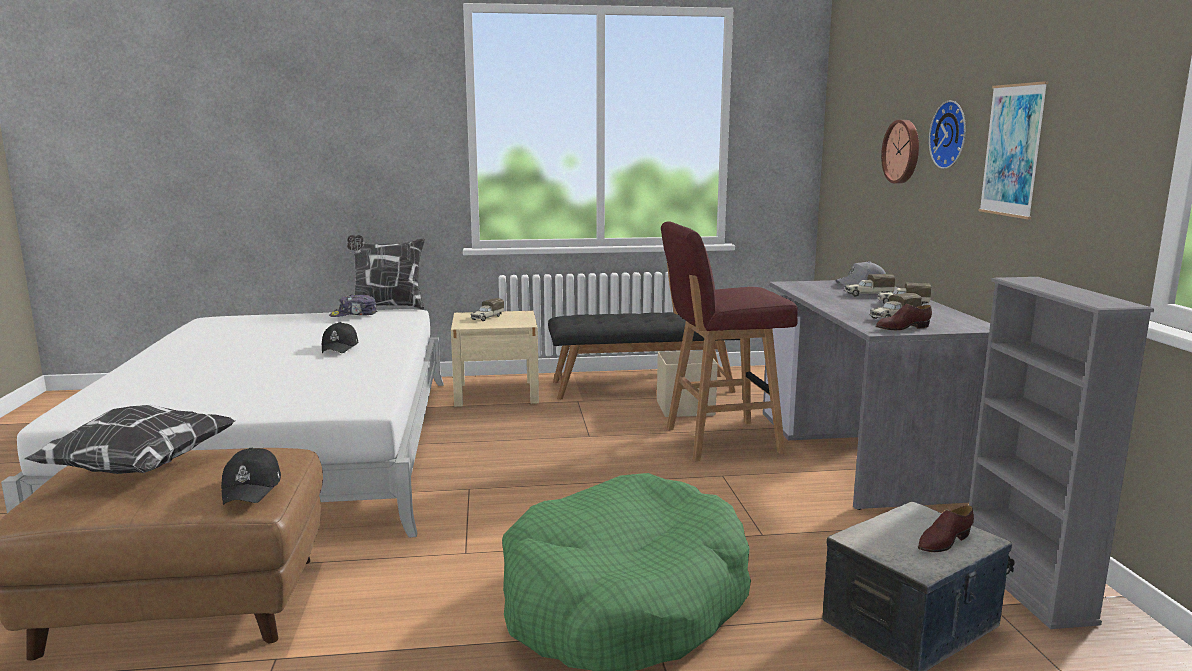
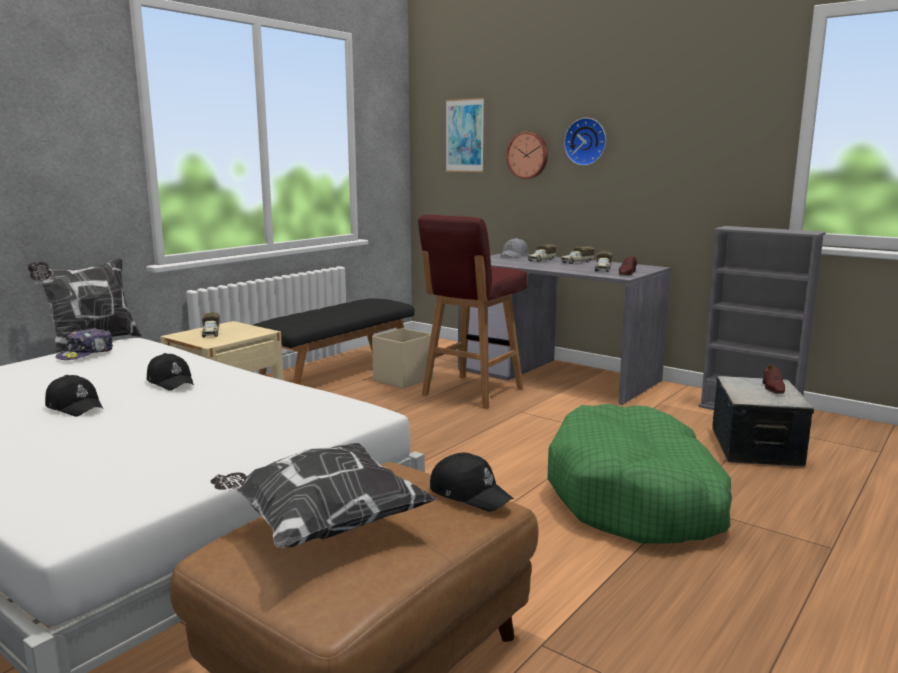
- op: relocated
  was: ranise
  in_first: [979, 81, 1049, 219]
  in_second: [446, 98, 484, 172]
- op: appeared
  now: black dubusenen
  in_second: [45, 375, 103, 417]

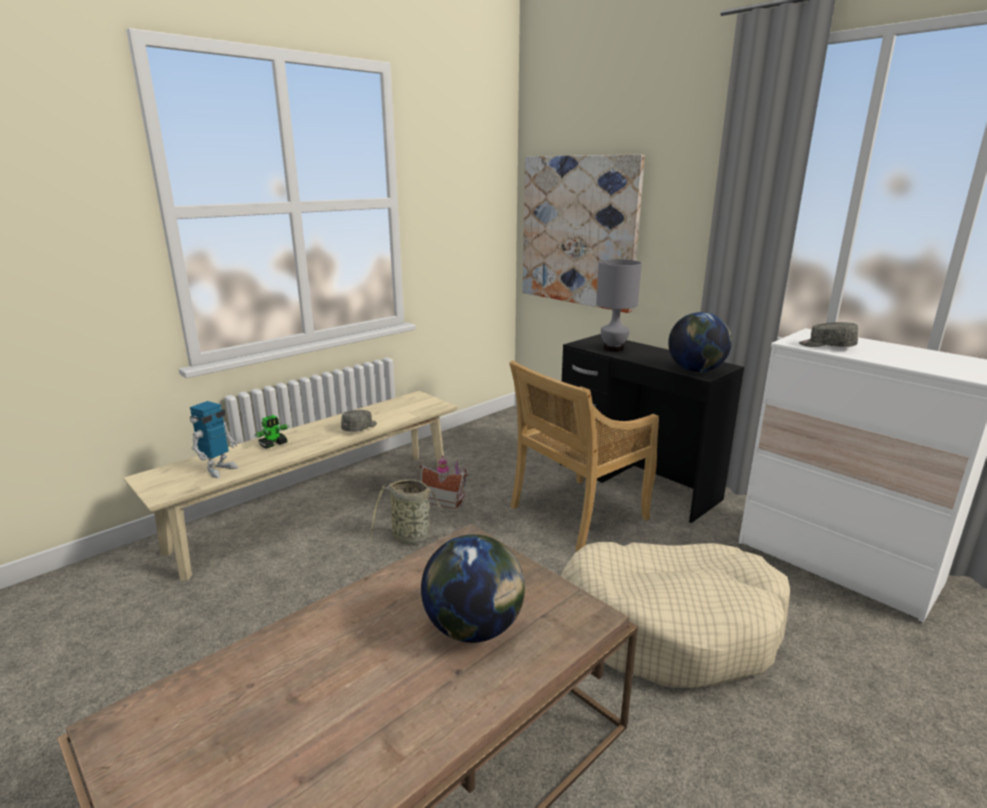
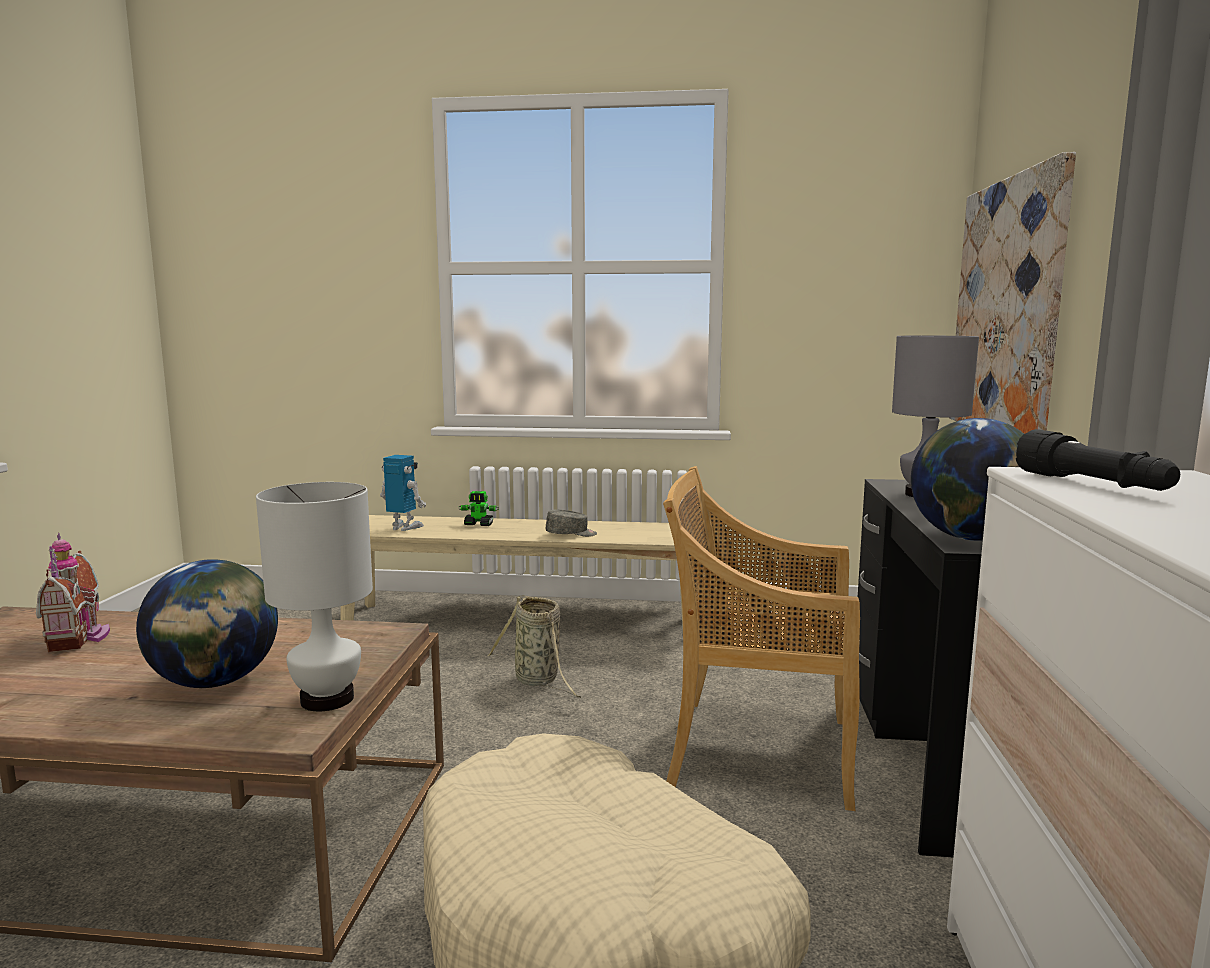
- op: exchanged
  was: grey dubusenen
  now: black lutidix
  in_first: [799, 322, 858, 347]
  in_second: [1016, 429, 1180, 491]
- op: spun
  was: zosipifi
  in_first: [190, 401, 239, 478]
  in_second: [380, 455, 426, 531]
  clockwise: -150
- op: relocated
  was: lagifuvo
  in_first: [419, 455, 468, 509]
  in_second: [36, 533, 110, 653]
- op: appeared
  now: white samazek
  in_second: [256, 482, 373, 711]

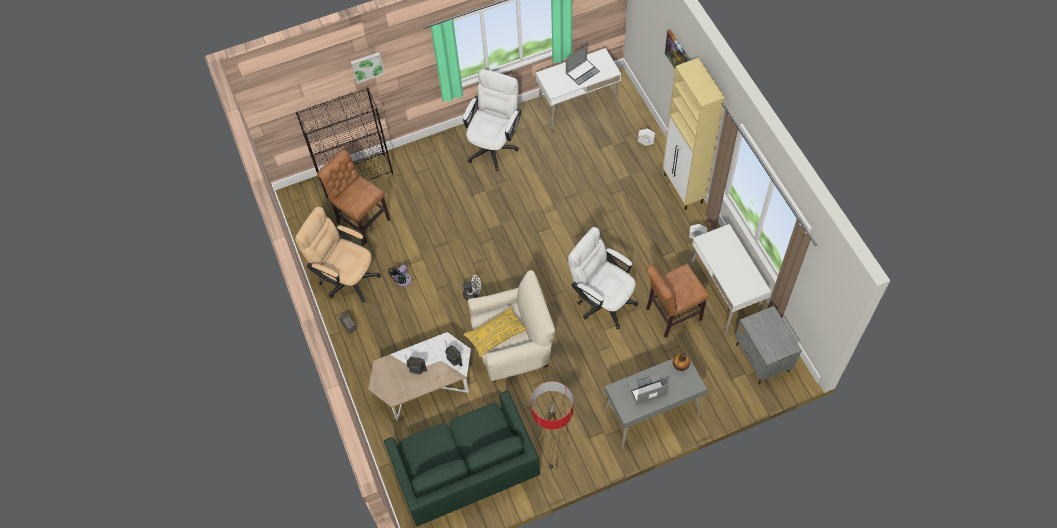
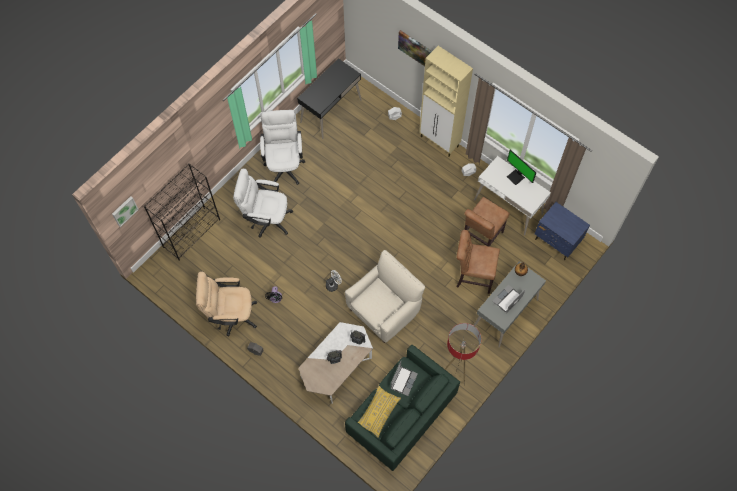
- op: relocated
  was: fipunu
  in_first: [566, 46, 600, 85]
  in_second: [390, 360, 418, 396]
- op: colour
  was: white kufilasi
  now: black kufilasi
  in_first: [536, 48, 621, 134]
  in_second: [297, 58, 362, 139]
- op: relocated
  was: ranise
  in_first: [351, 52, 385, 84]
  in_second: [112, 196, 139, 227]
- op: relocated
  was: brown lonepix
  in_first: [317, 150, 390, 244]
  in_second: [457, 230, 500, 294]
- op: relocated
  was: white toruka
  in_first: [568, 227, 638, 329]
  in_second: [233, 168, 293, 238]
- op: relocated
  was: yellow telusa
  in_first: [464, 306, 527, 357]
  in_second: [358, 386, 401, 438]
- op: colour
  was: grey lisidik
  now: blue lisidik
  in_first: [735, 306, 802, 385]
  in_second: [535, 202, 590, 260]
- op: appeared
  now: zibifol
  in_second: [507, 150, 536, 185]

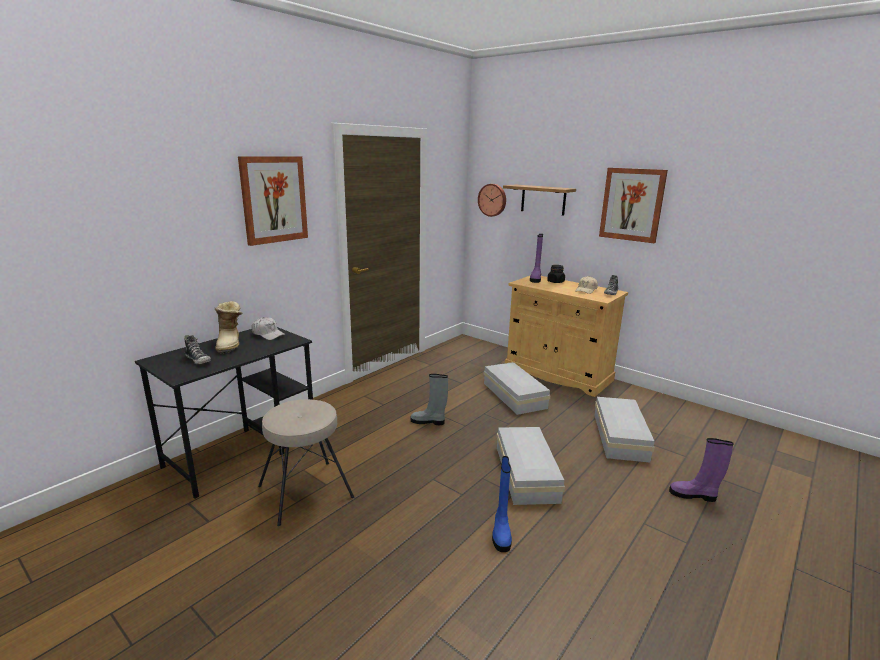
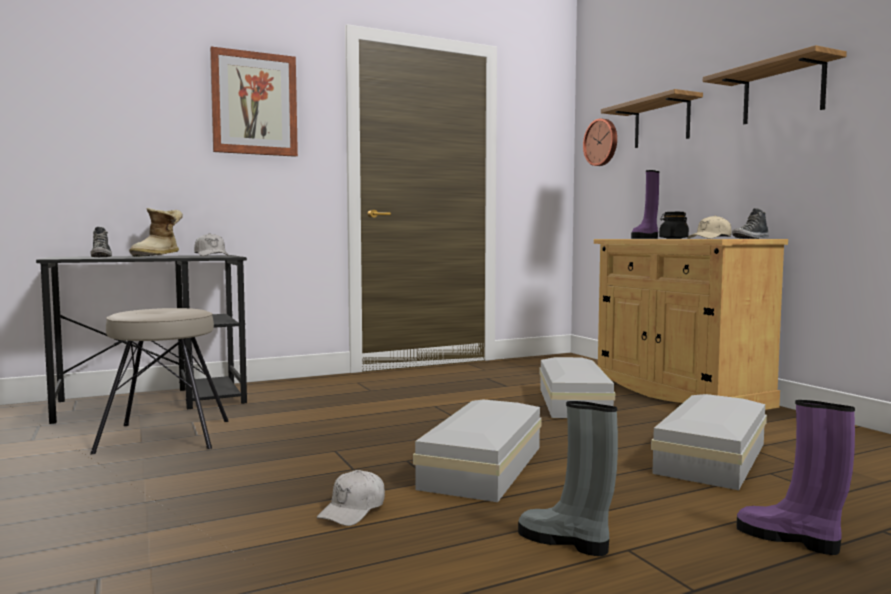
- op: exchanged
  was: ranise
  now: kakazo
  in_first: [599, 168, 668, 243]
  in_second: [703, 45, 847, 124]
- op: relocated
  was: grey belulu
  in_first: [411, 374, 448, 425]
  in_second: [518, 401, 618, 556]
- op: exchanged
  was: blue belulu
  now: white dubusenen
  in_first: [492, 456, 512, 552]
  in_second: [317, 470, 385, 526]

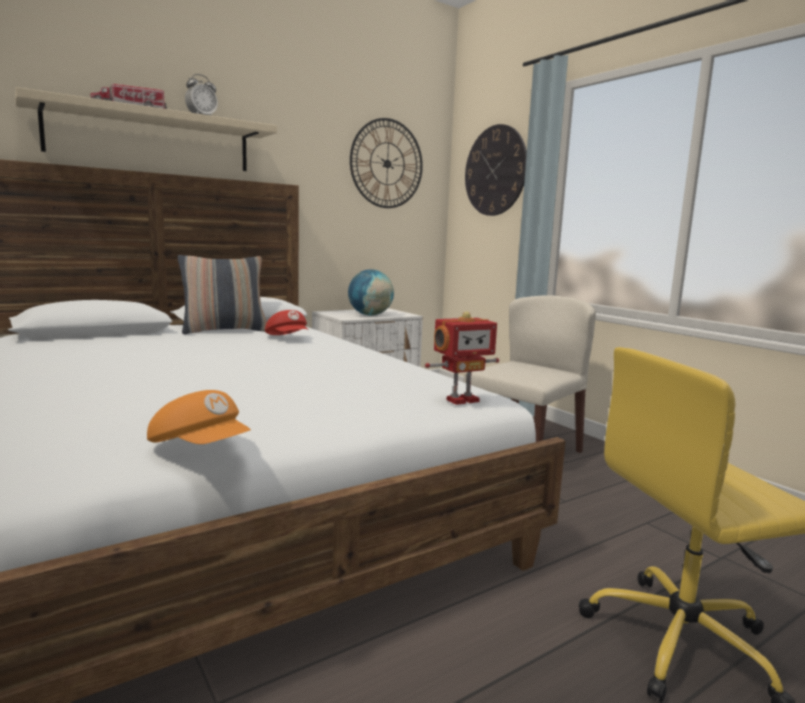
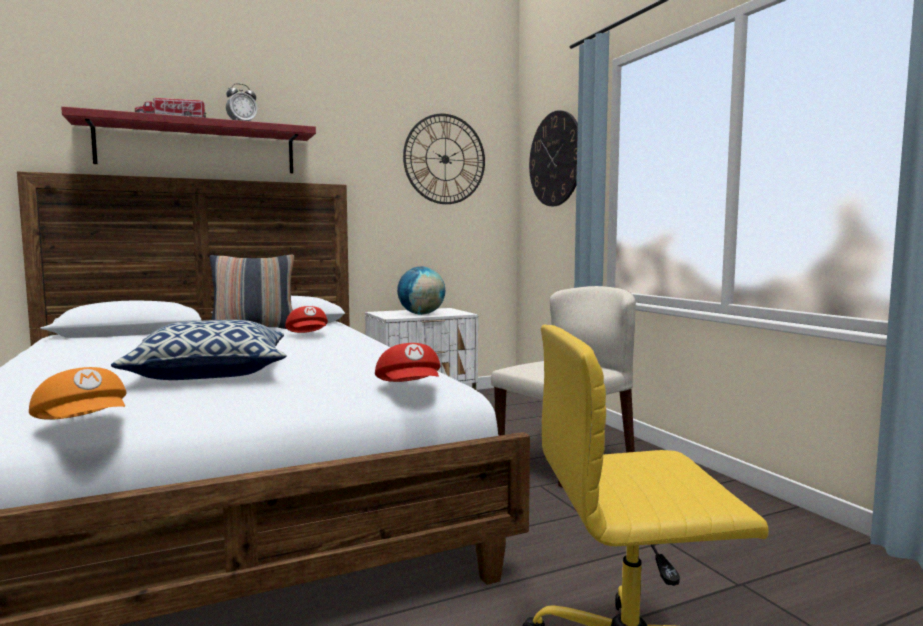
- op: colour
  was: beige kakazo
  now: red kakazo
  in_first: [15, 87, 277, 171]
  in_second: [61, 106, 316, 173]
- op: exchanged
  was: zosipifi
  now: red dubusenen
  in_first: [425, 312, 499, 405]
  in_second: [375, 343, 441, 382]
- op: appeared
  now: telusa
  in_second: [111, 320, 287, 380]

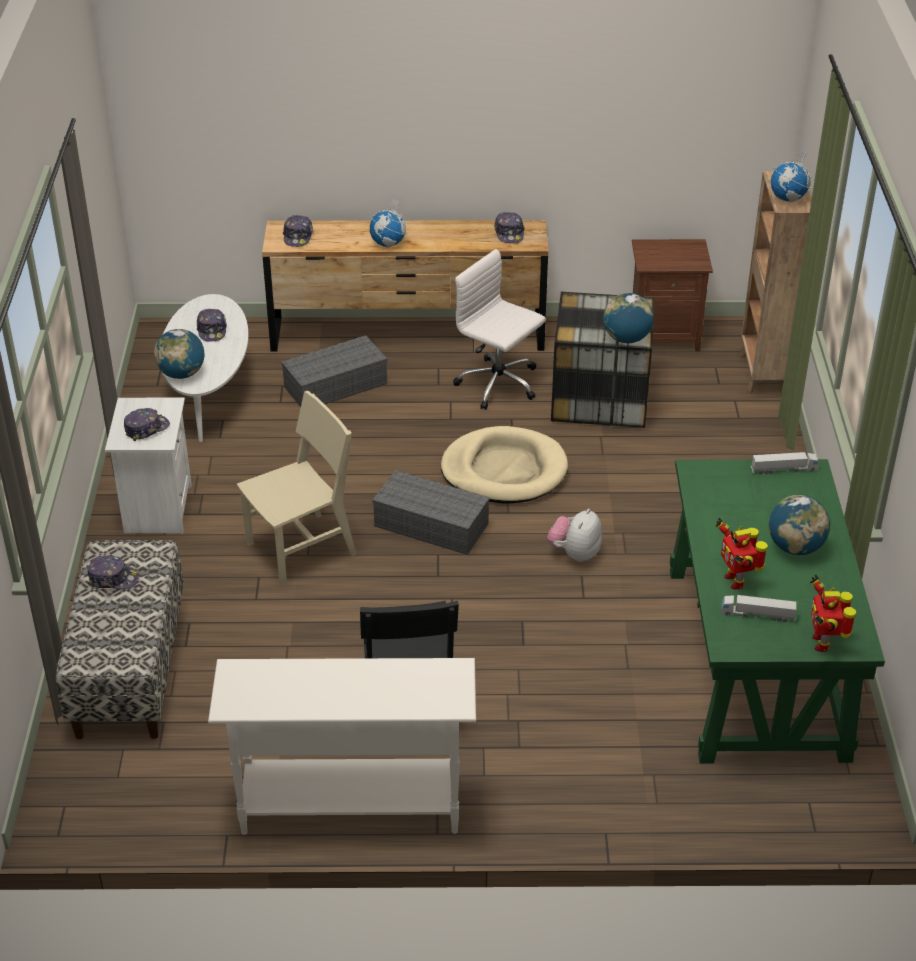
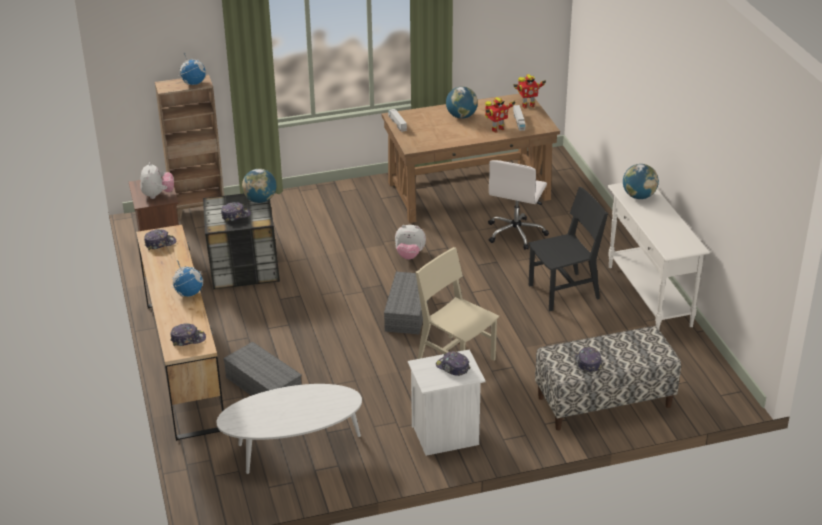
- op: relocated
  was: white toruka
  in_first: [453, 249, 546, 410]
  in_second: [488, 160, 549, 250]
- op: relocated
  was: dubusenen
  in_first: [197, 309, 227, 342]
  in_second: [221, 202, 251, 222]
- op: relocated
  was: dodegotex
  in_first: [154, 329, 204, 379]
  in_second: [623, 164, 659, 199]
- op: missing
  was: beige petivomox
  in_first: [441, 426, 568, 504]
- op: colour
  was: green kufilasi
  now: brown kufilasi
  in_first: [670, 459, 885, 764]
  in_second: [381, 94, 560, 223]
- op: appeared
  now: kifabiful
  in_second: [140, 162, 174, 199]

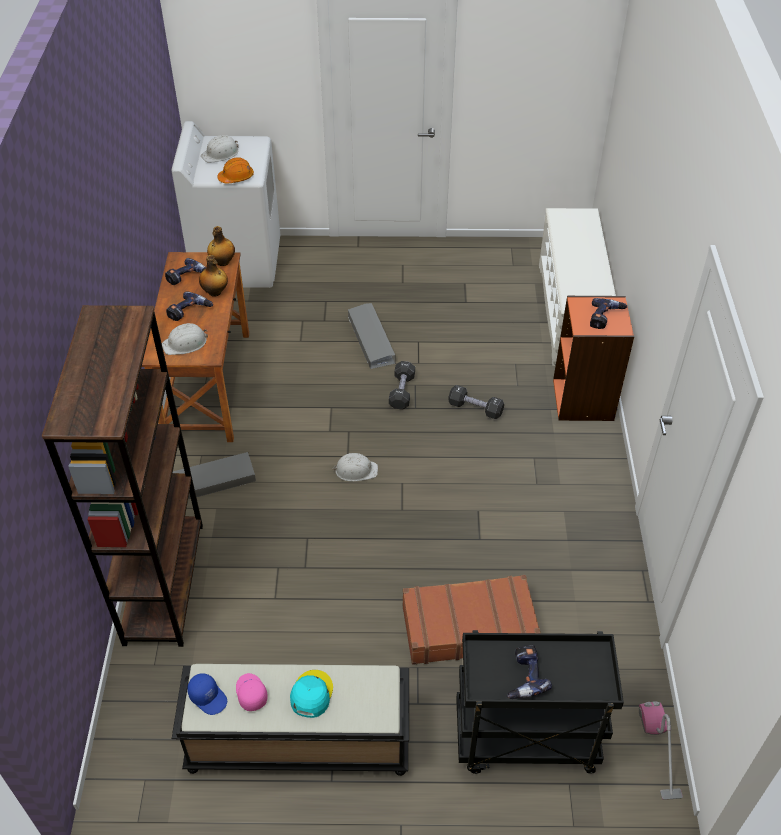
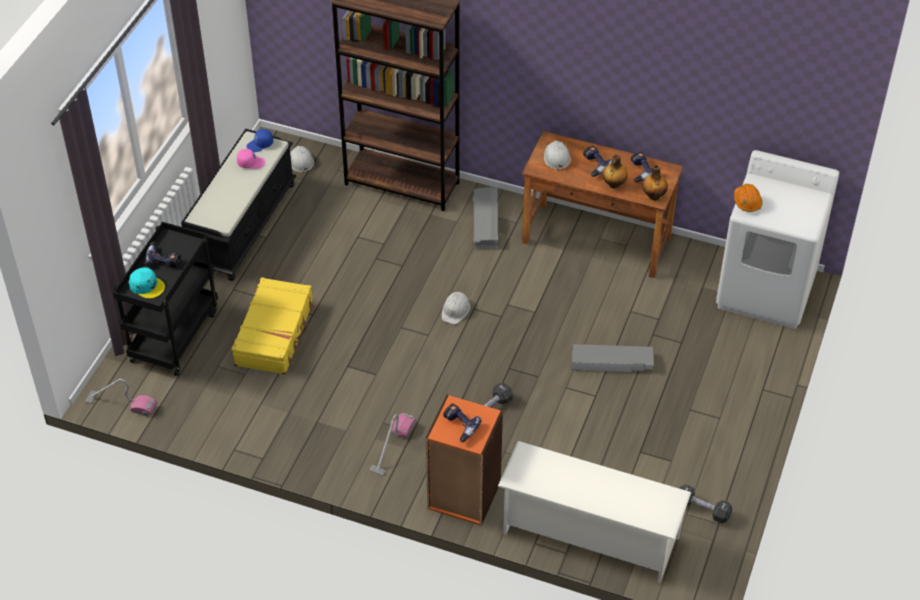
- op: relocated
  was: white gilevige
  in_first: [201, 135, 239, 163]
  in_second: [290, 146, 314, 173]
- op: relocated
  was: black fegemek
  in_first: [389, 361, 415, 410]
  in_second: [679, 484, 732, 524]
- op: colour
  was: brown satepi
  now: yellow satepi
  in_first: [403, 575, 541, 665]
  in_second: [232, 277, 315, 375]
- op: relocated
  was: turquoise dubusenen
  in_first: [290, 670, 333, 718]
  in_second: [129, 267, 165, 299]
- op: appeared
  now: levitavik
  in_second: [370, 413, 416, 476]

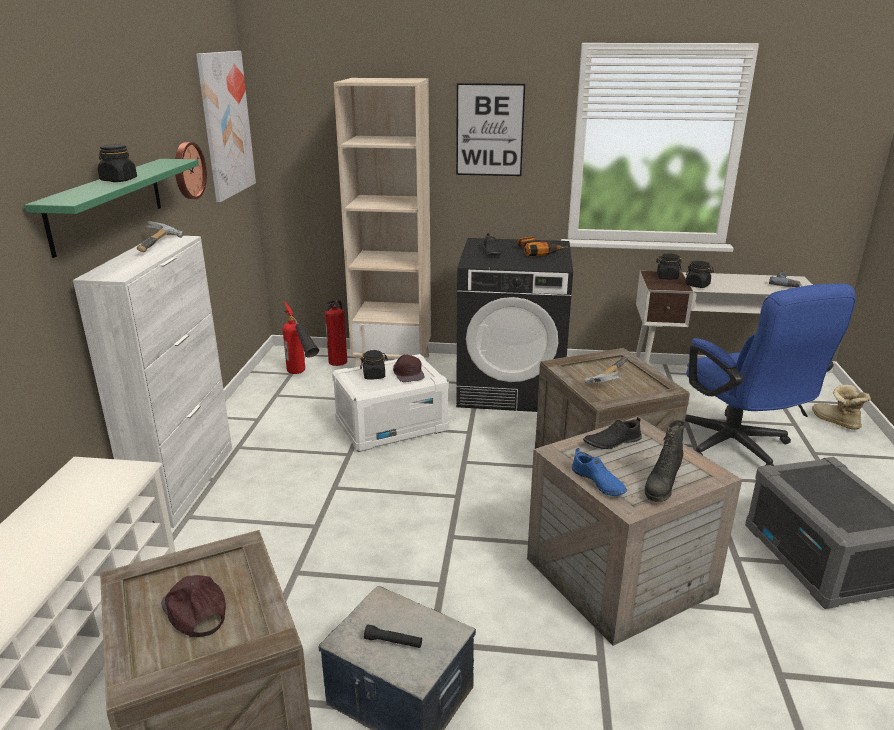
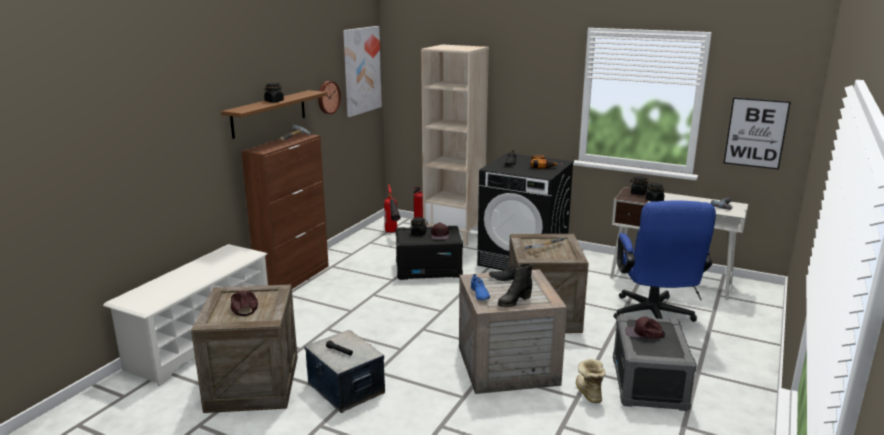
- op: relocated
  was: ranise
  in_first: [456, 83, 525, 176]
  in_second: [724, 97, 791, 170]
- op: colour
  was: green kakazo
  now: brown kakazo
  in_first: [24, 159, 199, 258]
  in_second: [221, 90, 327, 139]
- op: colour
  was: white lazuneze
  now: brown lazuneze
  in_first: [73, 235, 232, 528]
  in_second: [241, 133, 329, 289]
- op: colour
  was: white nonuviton
  now: black nonuviton
  in_first: [332, 354, 449, 452]
  in_second: [396, 226, 463, 280]
- op: relocated
  was: belulu
  in_first: [812, 385, 871, 430]
  in_second: [576, 359, 606, 403]
- op: appeared
  now: brown dubusenen
  in_second: [625, 316, 665, 338]

